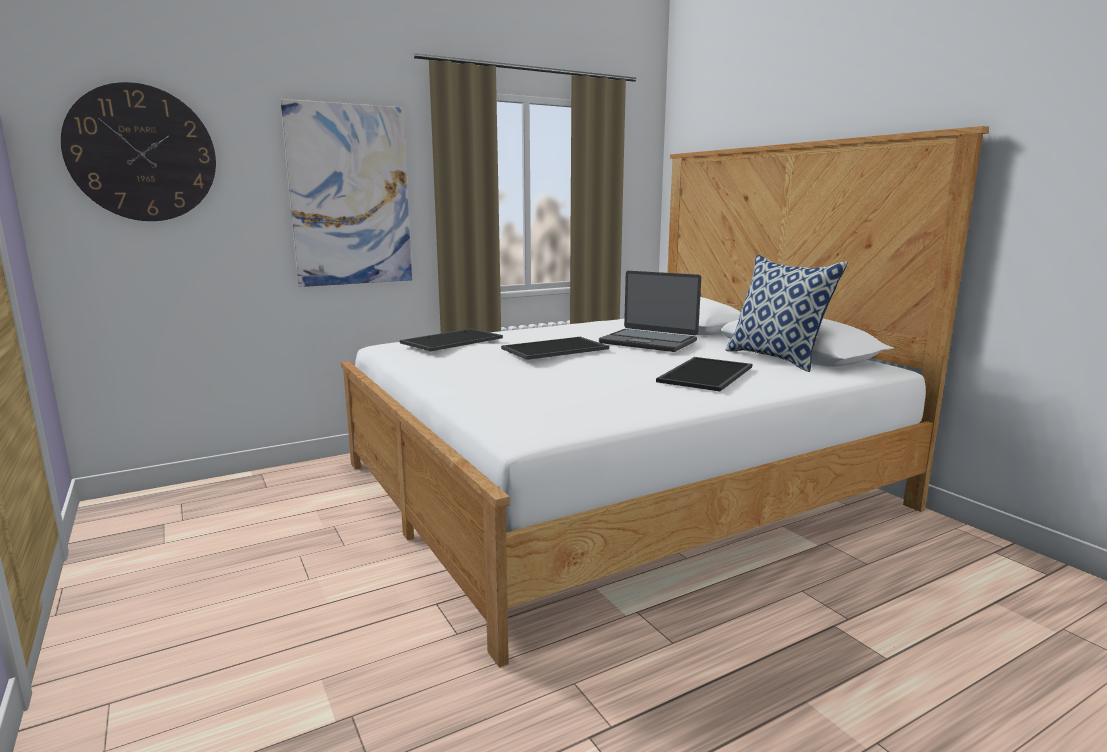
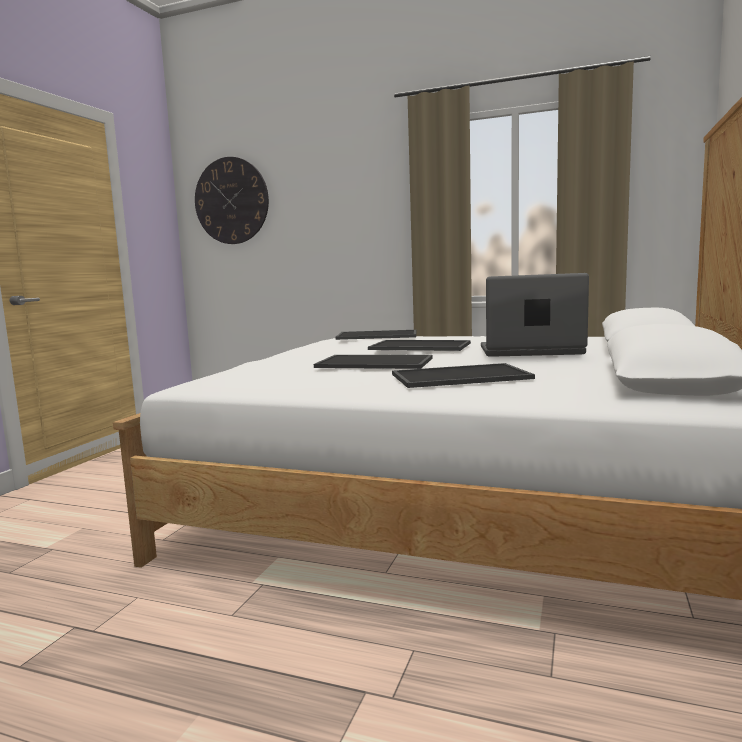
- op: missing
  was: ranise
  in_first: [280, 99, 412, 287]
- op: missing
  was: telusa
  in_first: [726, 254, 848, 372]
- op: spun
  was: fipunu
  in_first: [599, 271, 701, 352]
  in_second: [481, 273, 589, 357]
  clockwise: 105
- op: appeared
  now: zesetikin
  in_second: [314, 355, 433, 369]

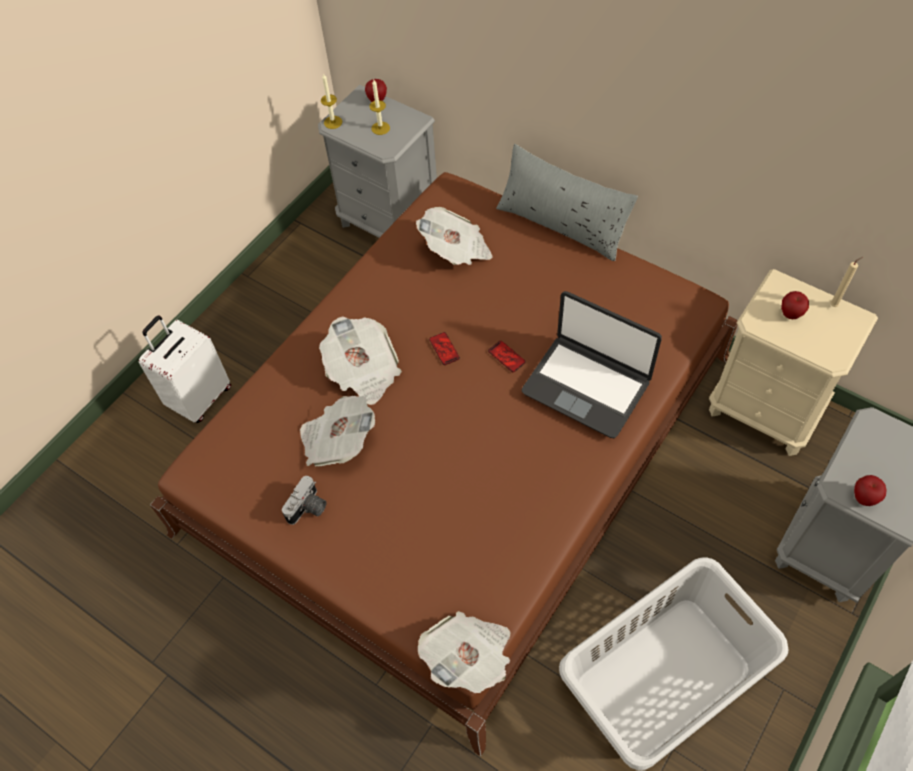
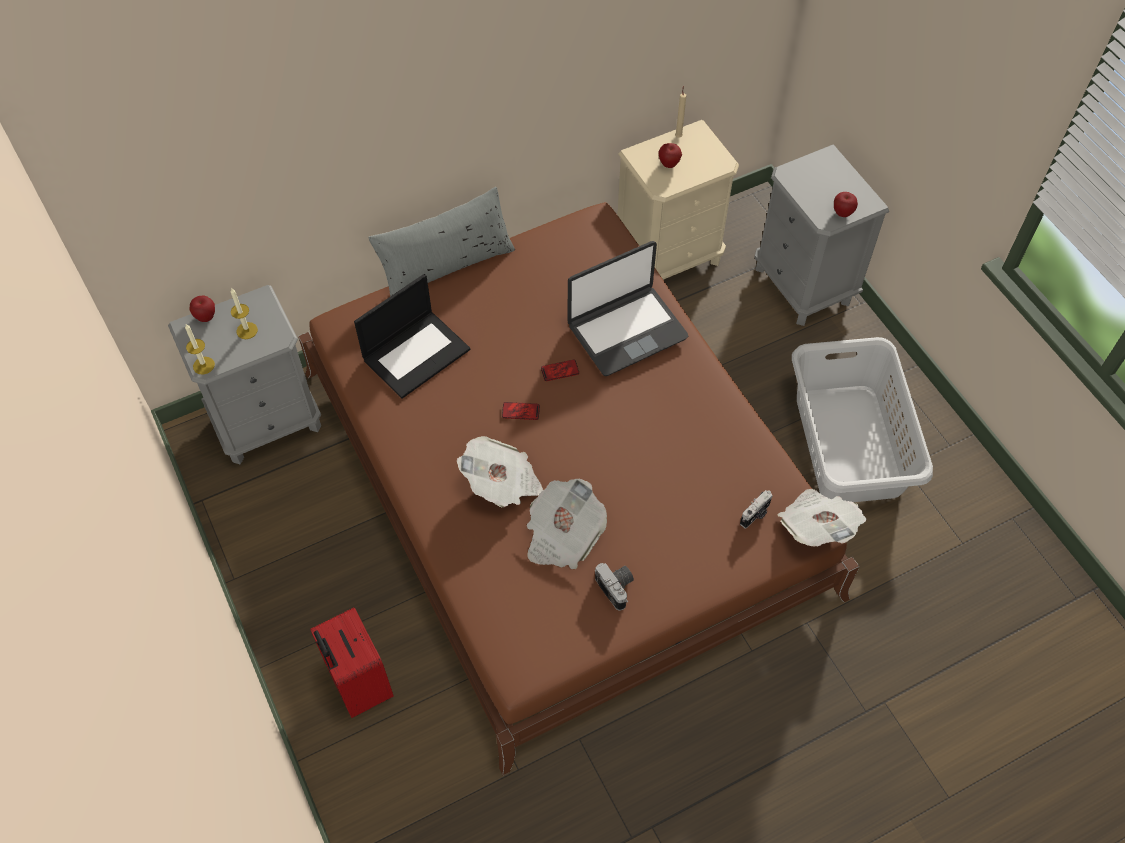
- op: exchanged
  was: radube
  now: fipunu
  in_first: [416, 207, 493, 265]
  in_second: [354, 274, 470, 399]
- op: colour
  was: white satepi
  now: red satepi
  in_first: [139, 316, 231, 423]
  in_second: [310, 607, 394, 718]
- op: appeared
  now: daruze
  in_second: [740, 490, 773, 528]

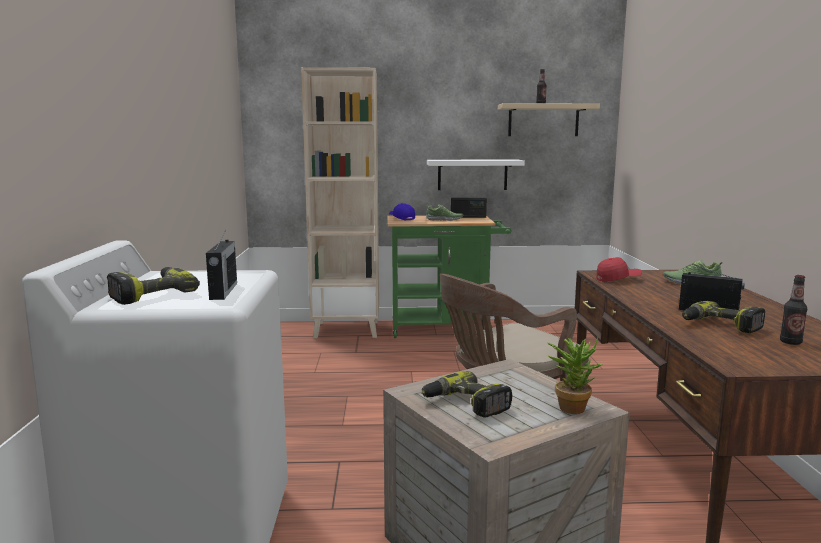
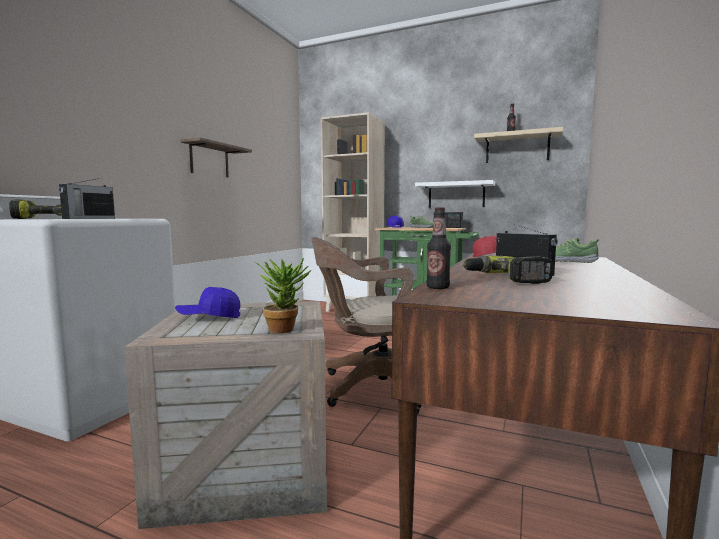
- op: relocated
  was: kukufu
  in_first: [780, 275, 807, 345]
  in_second: [427, 207, 451, 289]
- op: exchanged
  was: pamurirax
  now: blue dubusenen
  in_first: [422, 371, 512, 418]
  in_second: [175, 287, 240, 318]
- op: appeared
  now: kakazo
  in_second: [180, 137, 252, 178]

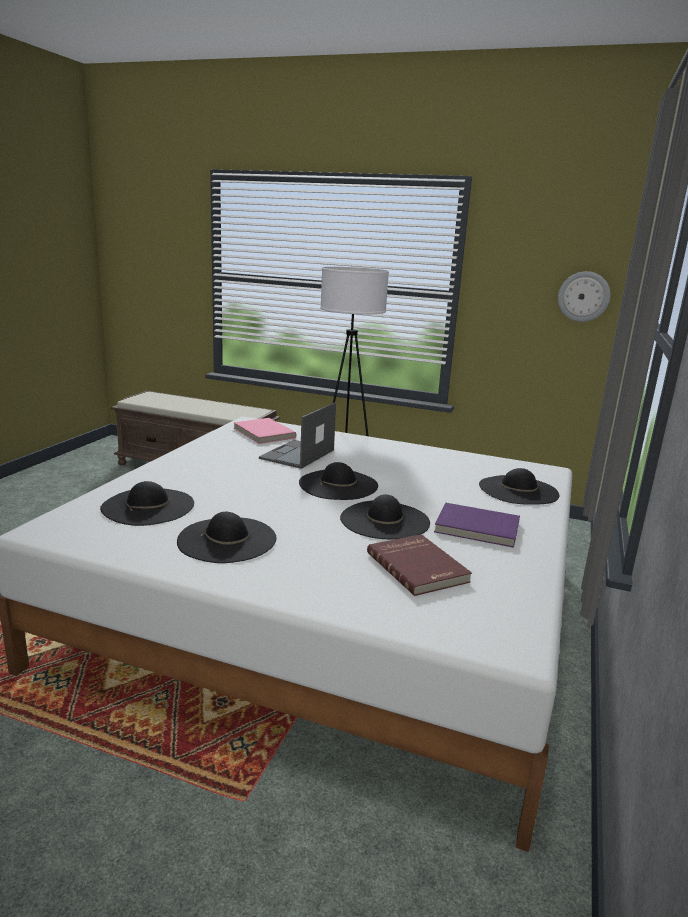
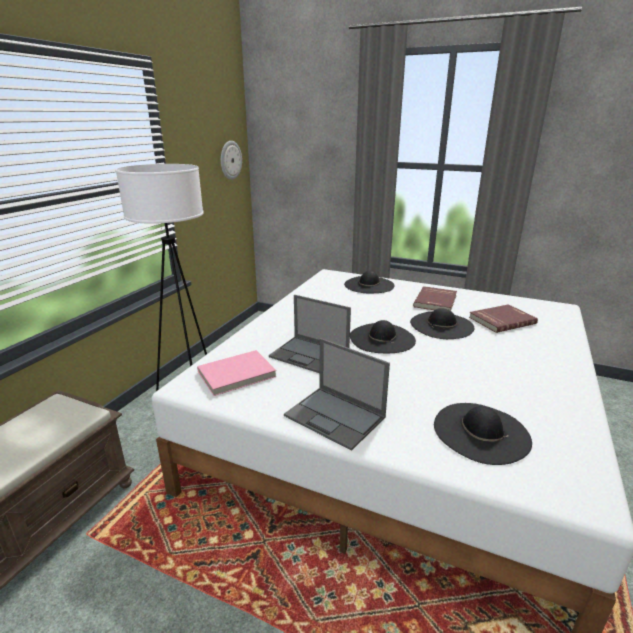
- op: colour
  was: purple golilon
  now: red golilon
  in_first: [434, 503, 520, 548]
  in_second: [413, 286, 457, 311]
- op: missing
  was: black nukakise
  in_first: [177, 512, 277, 563]
- op: appeared
  now: fipunu
  in_second: [284, 338, 390, 451]

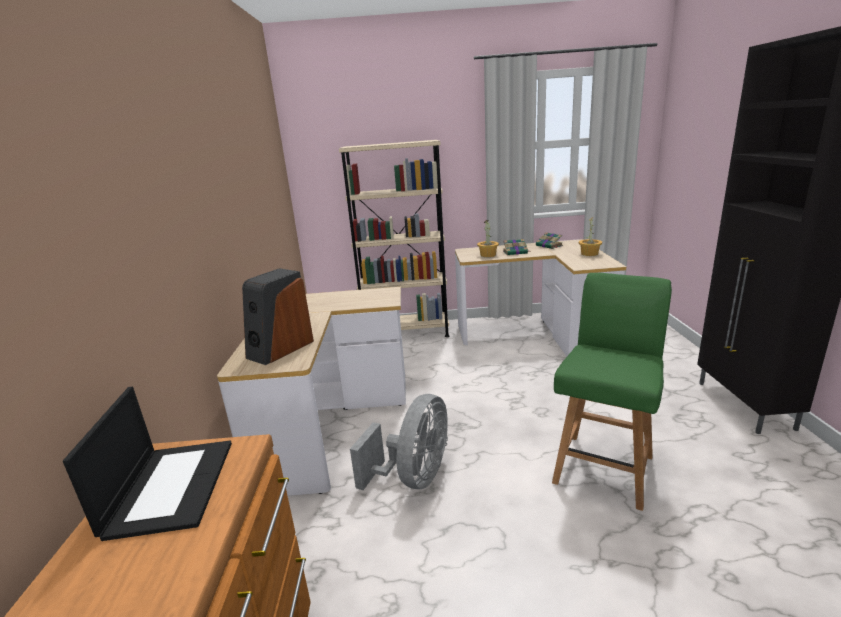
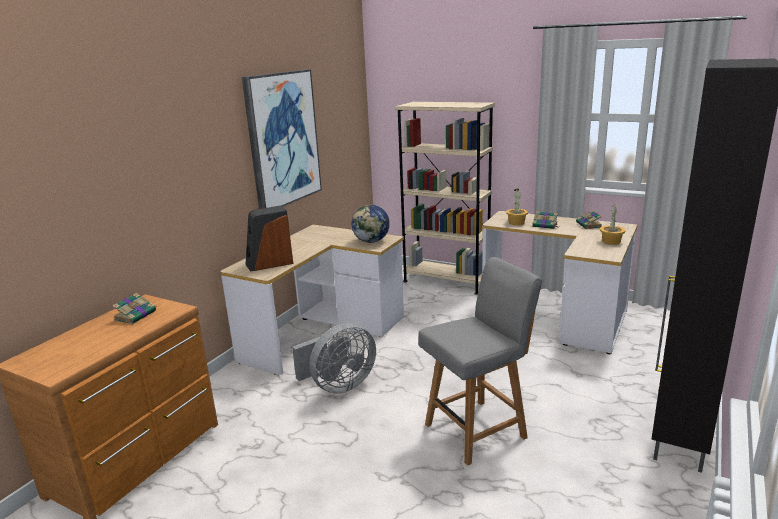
- op: colour
  was: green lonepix
  now: grey lonepix
  in_first: [552, 273, 672, 511]
  in_second: [418, 257, 542, 466]
- op: exchanged
  was: fipunu
  now: golilon
  in_first: [63, 386, 232, 541]
  in_second: [112, 293, 157, 324]
- op: appeared
  now: ranise
  in_second: [242, 69, 322, 209]
- op: appeared
  now: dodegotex
  in_second: [352, 205, 390, 243]

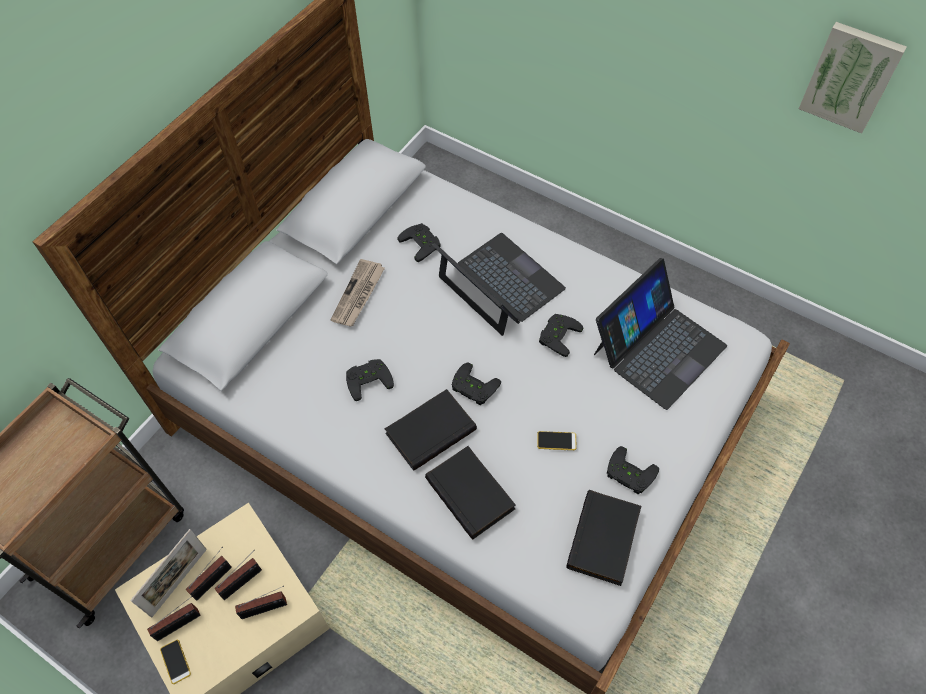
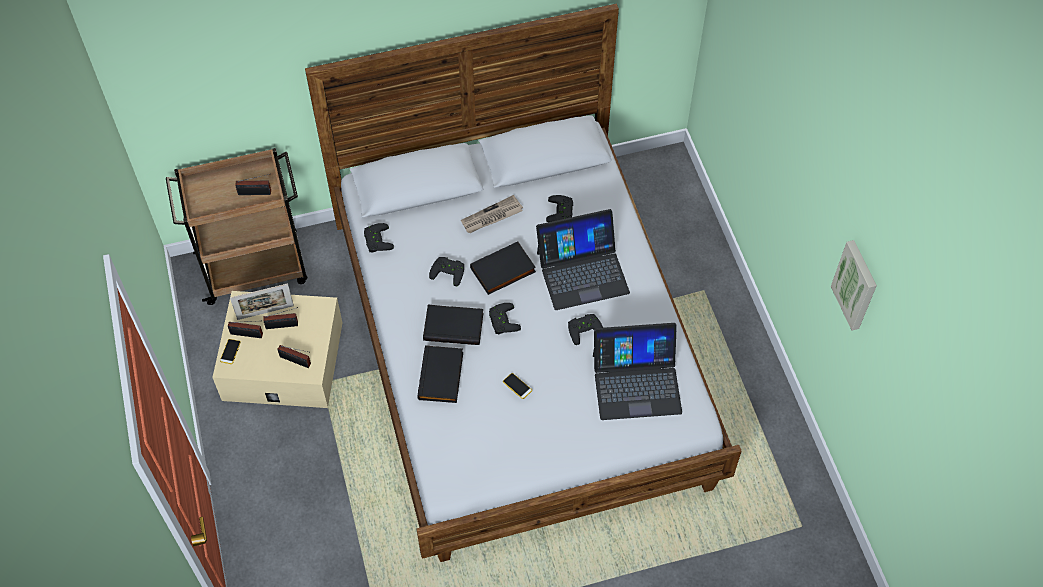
- op: spun
  was: fipunu
  in_first: [432, 233, 566, 336]
  in_second: [536, 209, 630, 310]
  clockwise: 75
- op: relocated
  was: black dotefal
  in_first: [607, 446, 659, 495]
  in_second: [364, 223, 394, 253]
- op: relocated
  was: black golilon
  in_first: [566, 490, 642, 586]
  in_second: [470, 241, 536, 295]
- op: relocated
  was: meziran
  in_first: [214, 549, 262, 600]
  in_second: [235, 174, 271, 195]

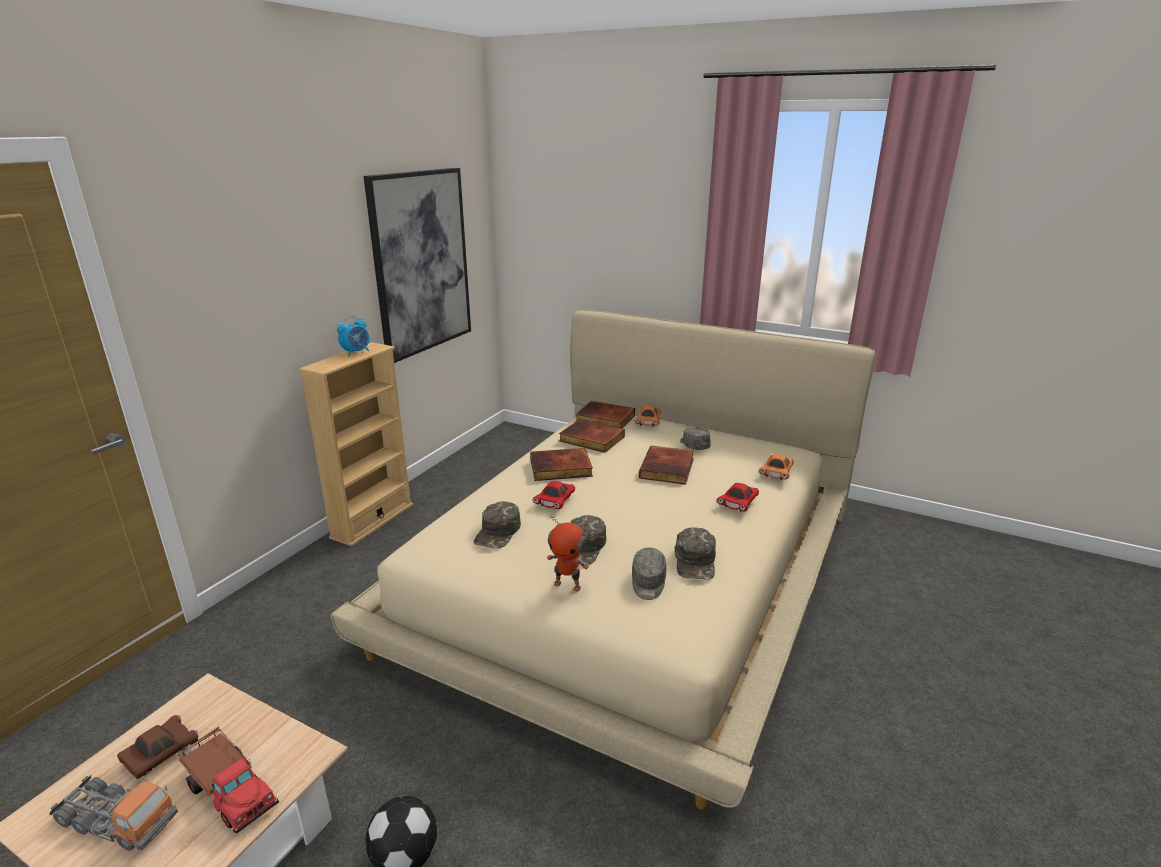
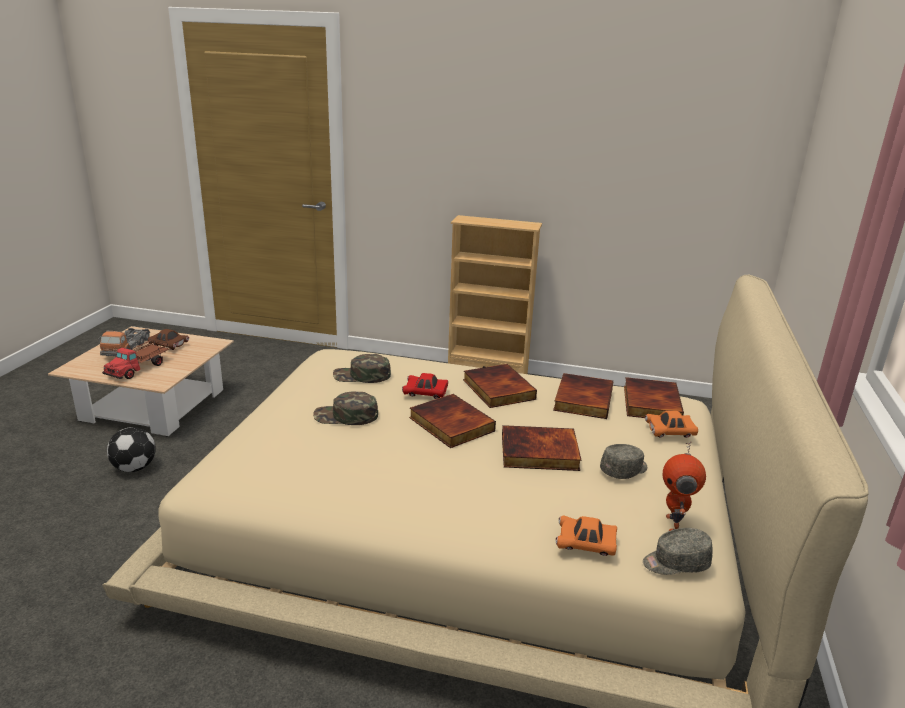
- op: missing
  was: ranise
  in_first: [364, 168, 471, 363]
- op: missing
  was: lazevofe
  in_first: [337, 316, 369, 356]
- op: missing
  was: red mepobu
  in_first: [717, 483, 759, 512]
- op: relocated
  was: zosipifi
  in_first: [547, 514, 589, 592]
  in_second: [663, 442, 706, 531]
- op: missing
  was: green dubusenen
  in_first: [675, 527, 716, 579]
- op: relocated
  was: grey dubusenen
  in_first: [632, 548, 667, 600]
  in_second: [643, 528, 712, 575]
- op: appeared
  now: golilon
  in_second: [409, 394, 496, 448]

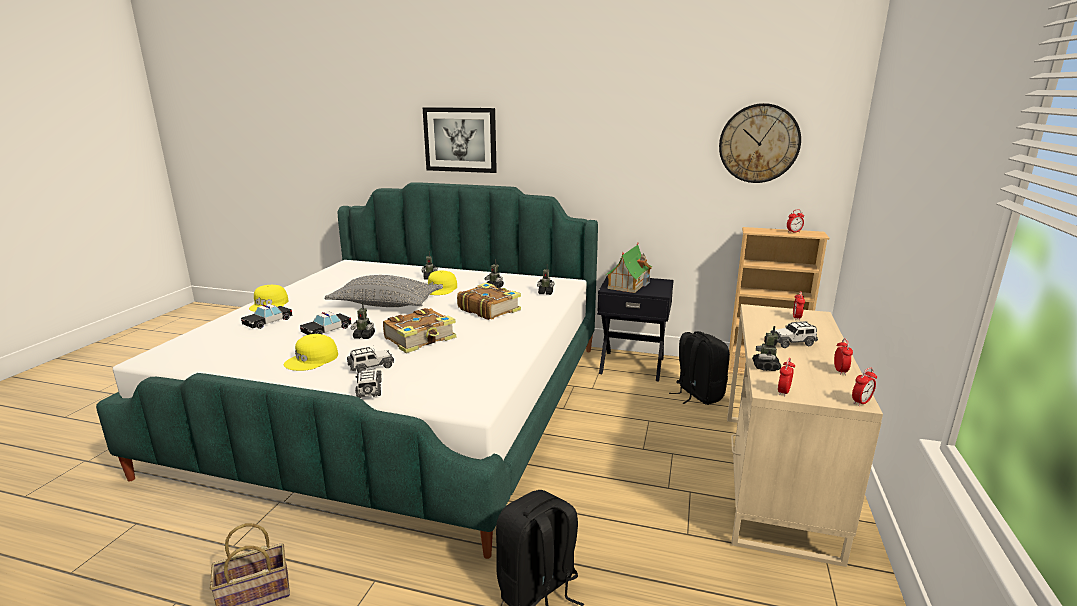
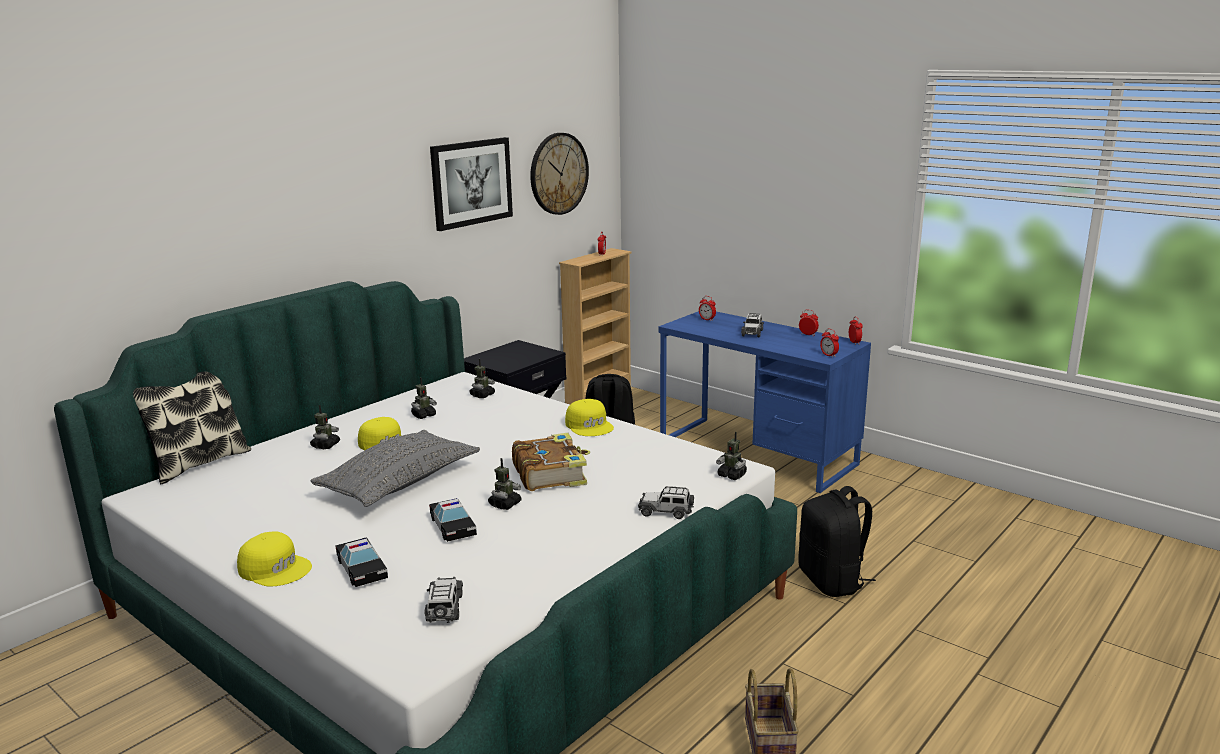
- op: relocated
  was: ranise
  in_first: [423, 107, 497, 173]
  in_second: [430, 137, 513, 231]
- op: missing
  was: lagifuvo
  in_first: [605, 243, 653, 293]
- op: missing
  was: golilon
  in_first: [457, 283, 521, 320]
- op: colour
  was: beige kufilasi
  now: blue kufilasi
  in_first: [727, 304, 883, 567]
  in_second: [659, 311, 871, 493]
- op: relocated
  was: zosipifi
  in_first: [752, 326, 781, 371]
  in_second: [716, 432, 747, 480]
- op: relocated
  was: yellow dubusenen
  in_first: [284, 334, 338, 371]
  in_second: [565, 399, 614, 436]
- op: relocated
  was: mepobu
  in_first: [347, 347, 394, 373]
  in_second: [424, 577, 463, 623]
- op: appeared
  now: telusa
  in_second: [133, 372, 251, 484]

